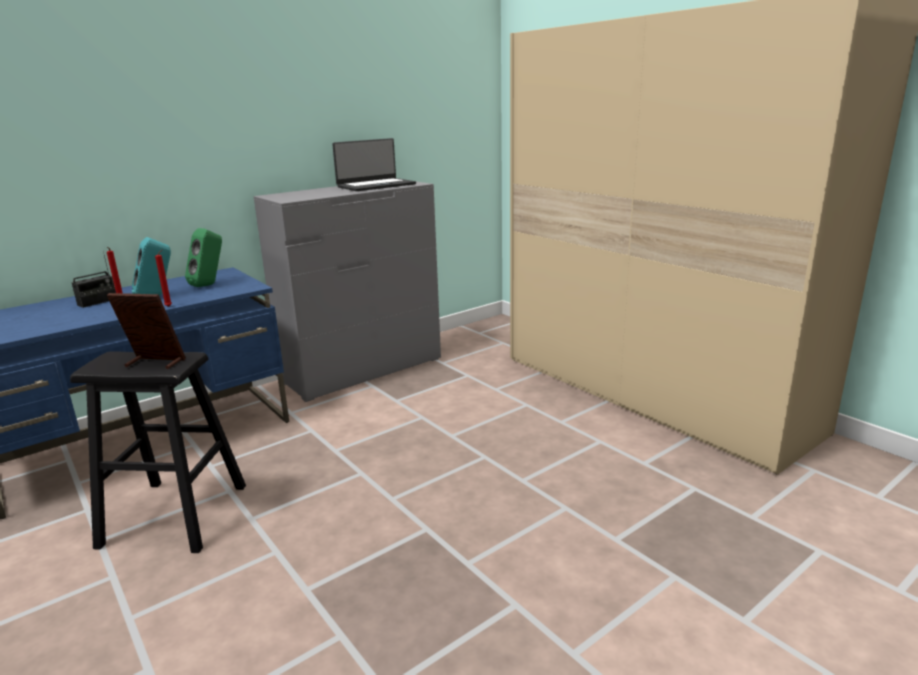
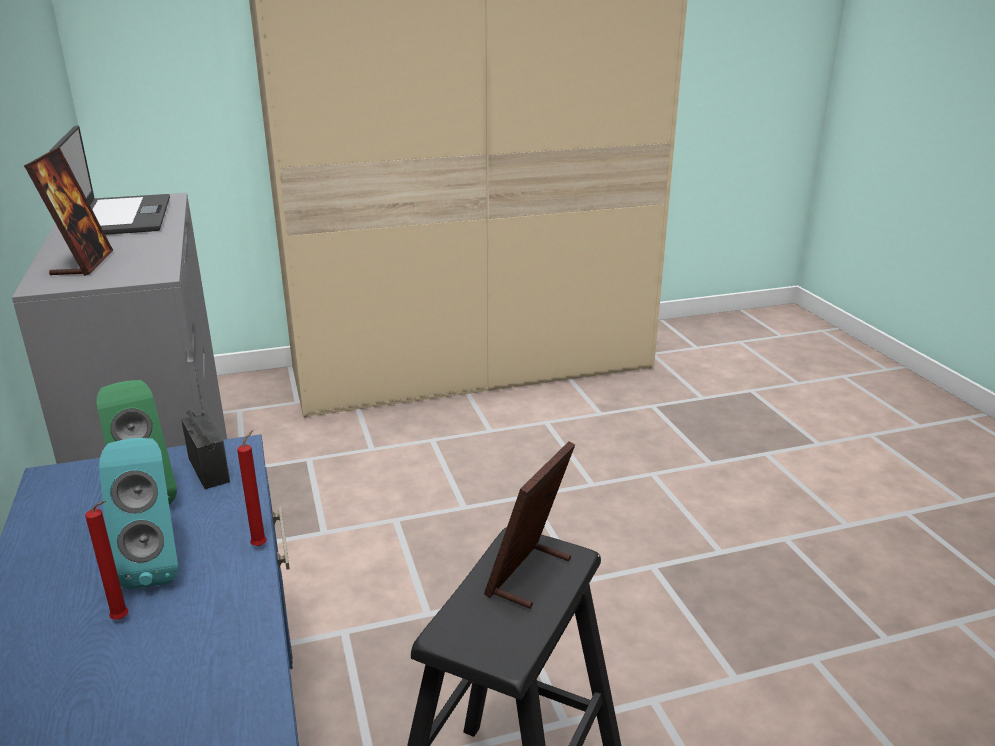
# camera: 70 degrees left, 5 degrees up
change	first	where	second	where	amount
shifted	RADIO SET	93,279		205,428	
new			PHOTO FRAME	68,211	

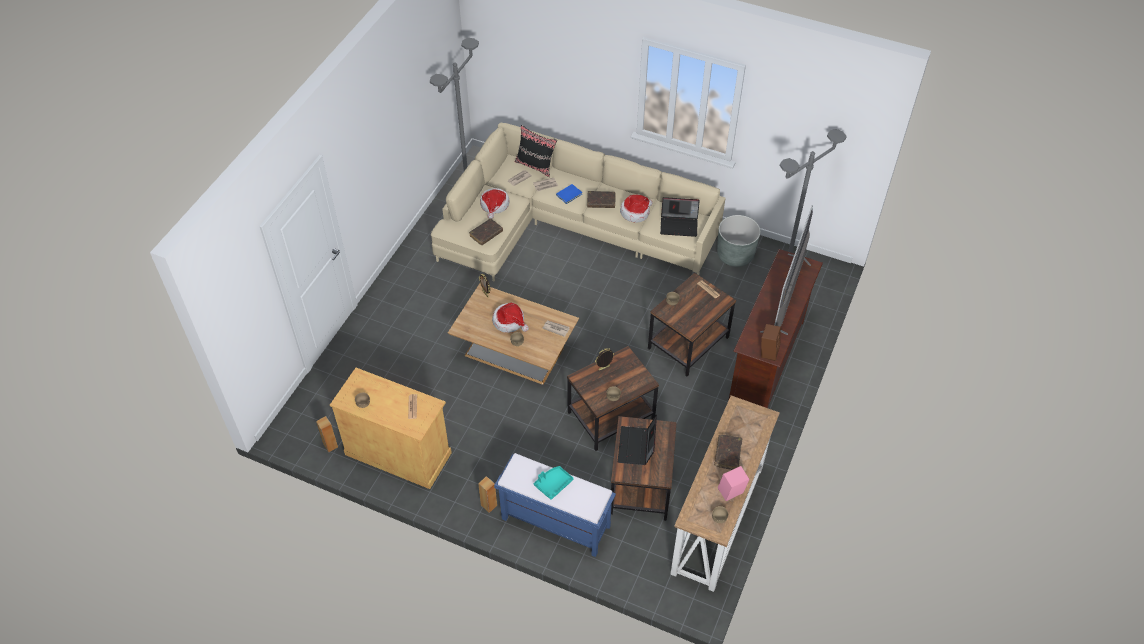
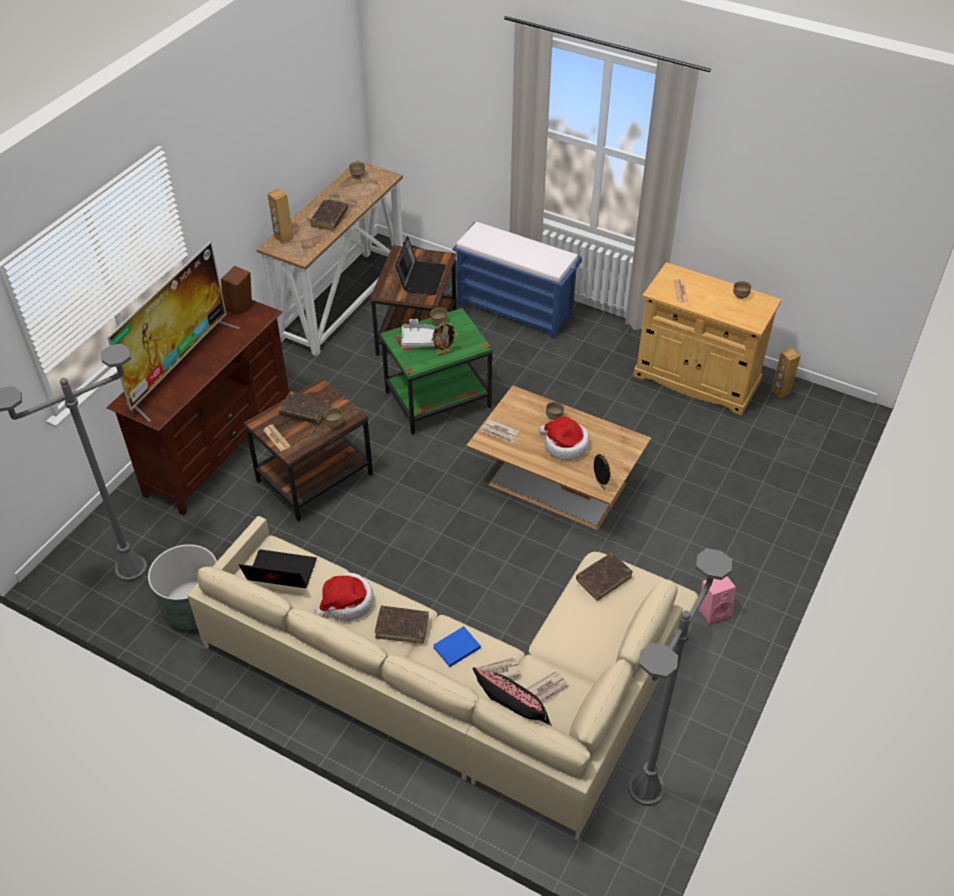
# camera: 175 degrees left, 5 degrees down
change	first	where	second	where	amount
shifted	BROWN LOUDSPEAKER	487,494		280,216	
gone	HAT	495,203			
gone	BLUE-GREEN SERVING TRAY	554,483			
repainted	BROWN SIDE TABLE	613,398	GREENISH SIDE TABLE	436,371	
shifted	PINK LOUDSPEAKER	734,483		717,600	
new			BROWN VOLUME	304,407	
new			GREYISH SERVING TRAY	418,333	

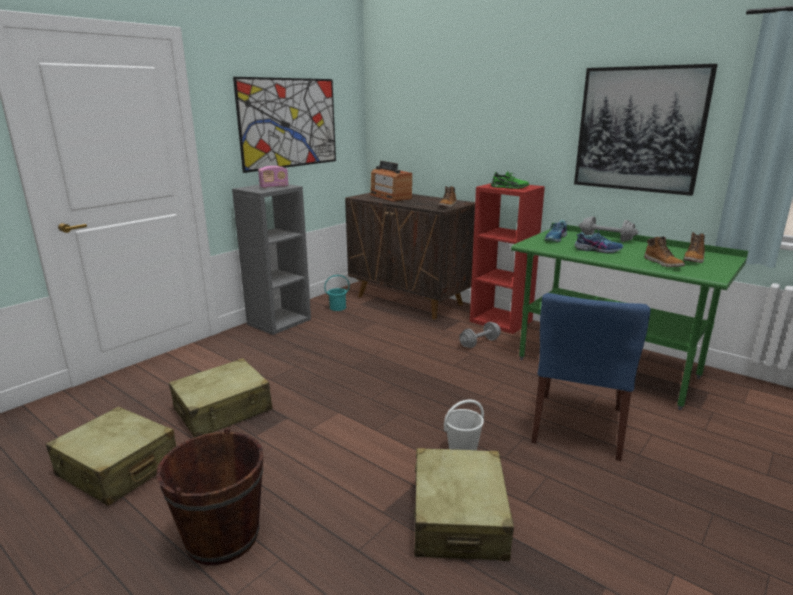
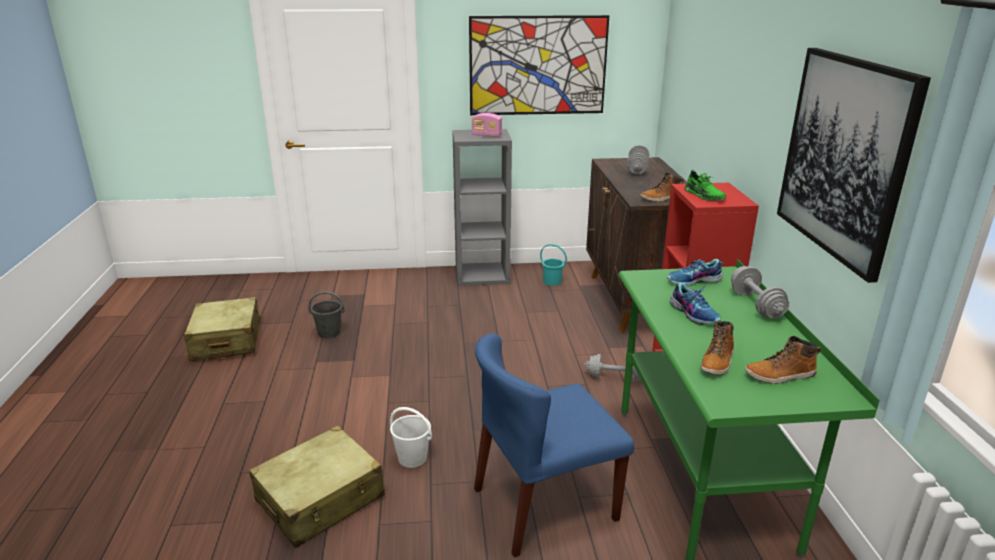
# camera: 45 degrees right, 5 degrees up
change	first	where	second	where	amount
gone	BROWN BUCKET	209,496			
swapped	BEIGE PIECE OF LUGGAGE	221,398	GREYISH BUCKET	326,314	
swapped	RADIO SET	391,181	GREYISH DUMBBELL	638,159	

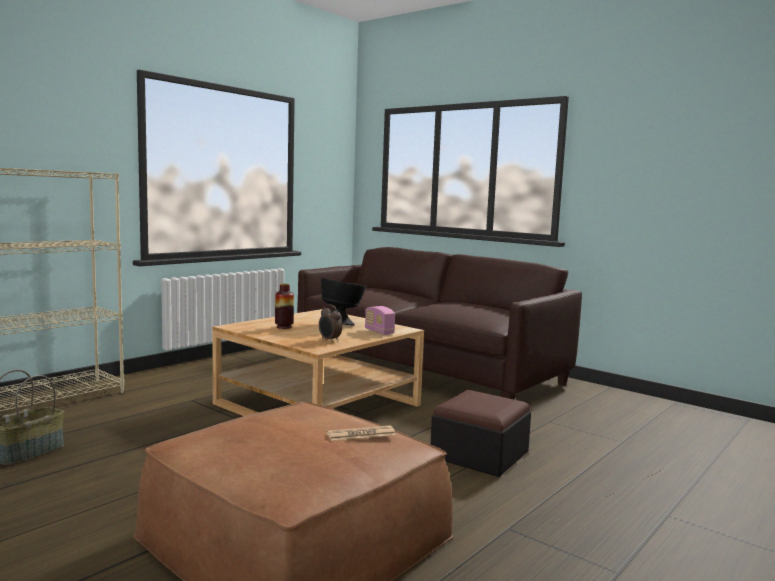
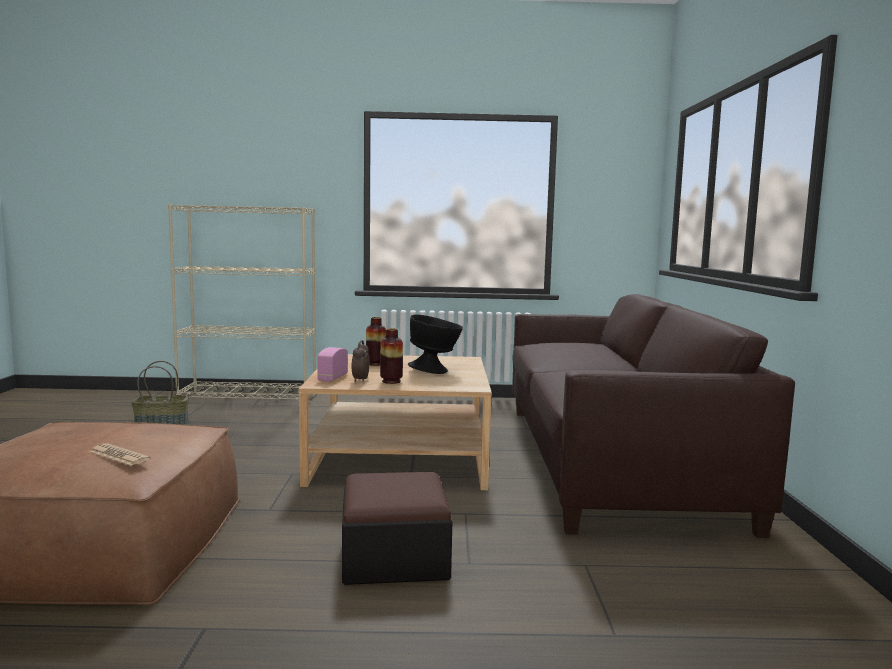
# camera: 50 degrees right, 0 degrees up
change	first	where	second	where	amount
shifted	RADIO SET	380,320		332,364	
new			VASE	391,356	

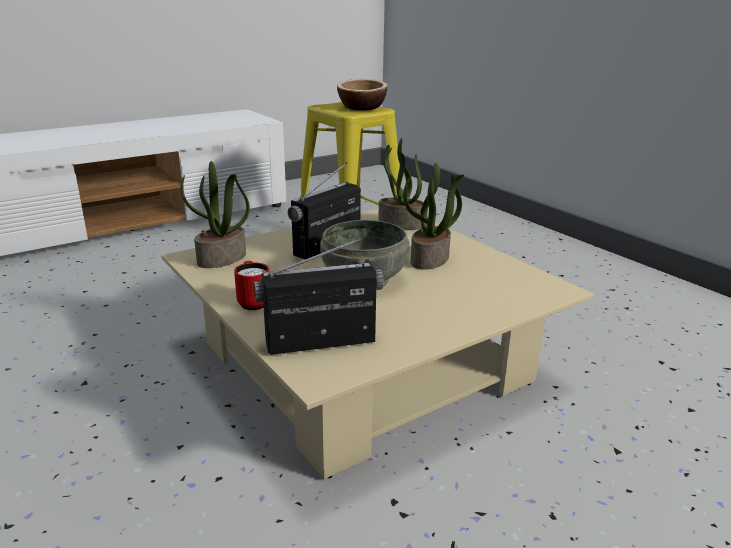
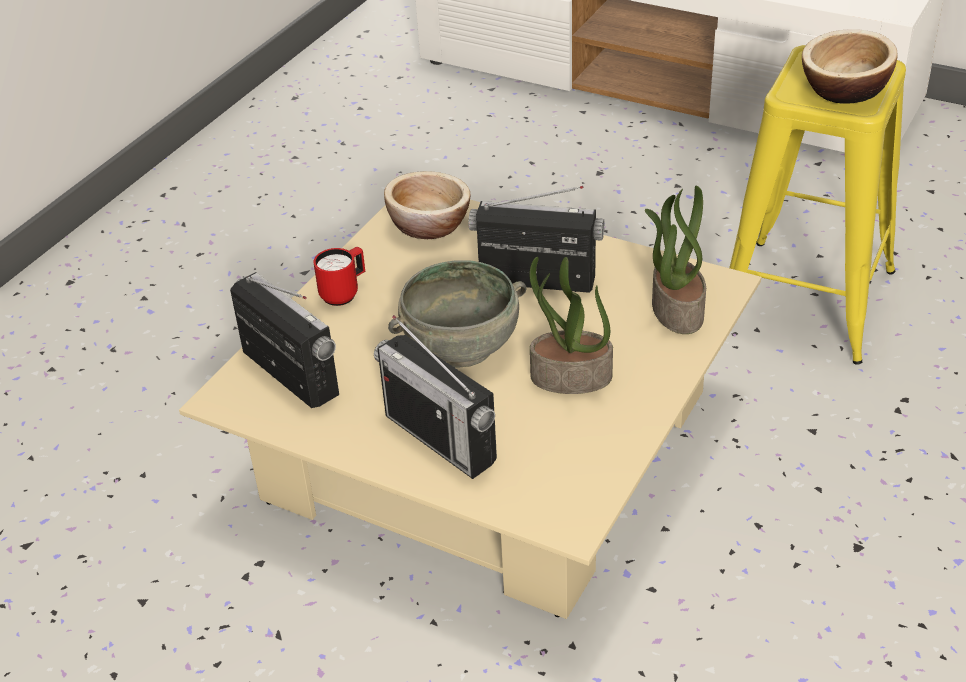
# camera: 65 degrees right, 15 degrees up
change	first	where	second	where	amount
swapped	PLANT IN A POT	215,214	SERVING BOWL	427,205	
new			RADIO SET	435,397	

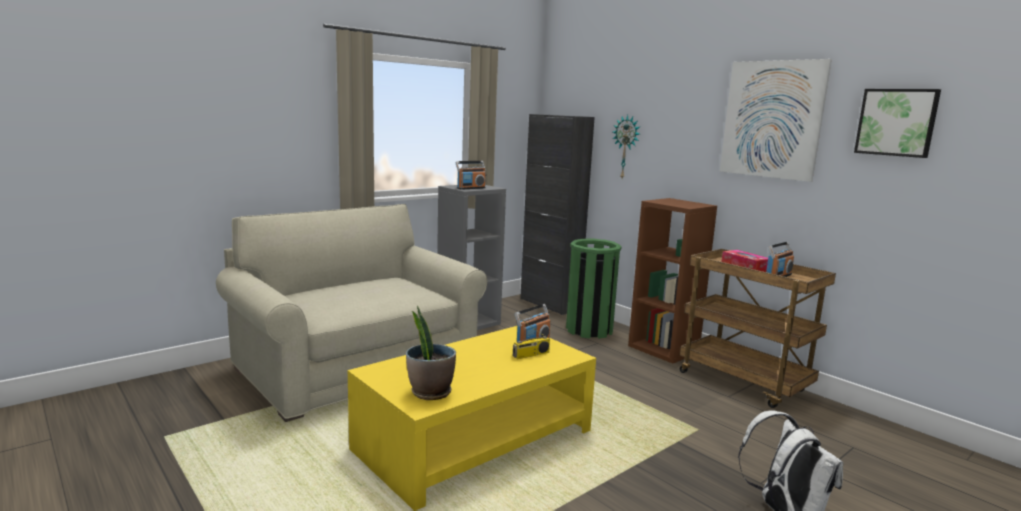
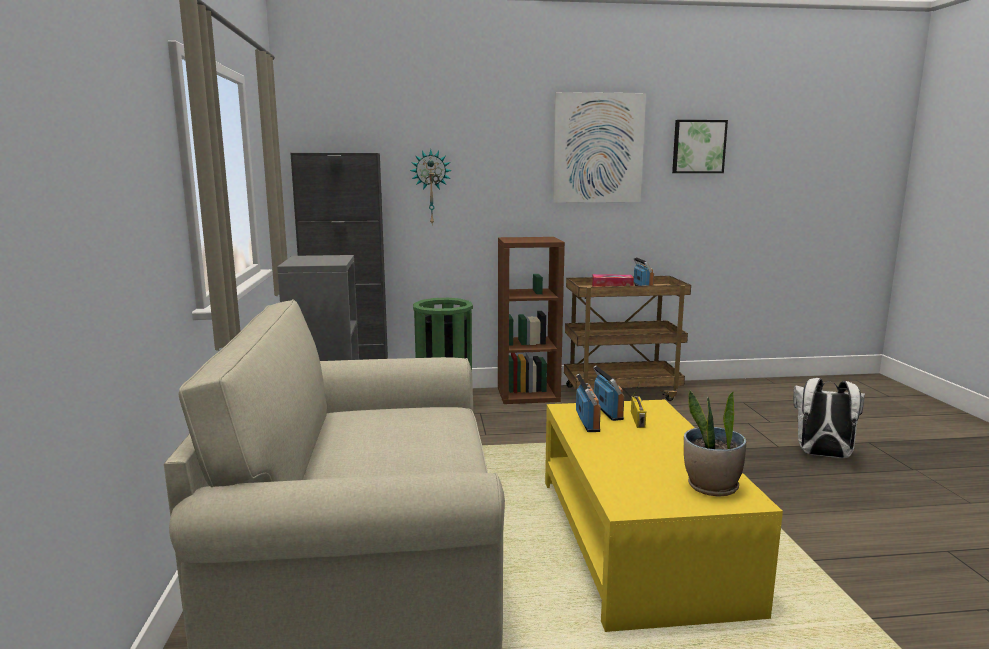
# camera: 55 degrees left, 0 degrees up
change	first	where	second	where	amount
shifted	RADIO SET	471,175		588,403	

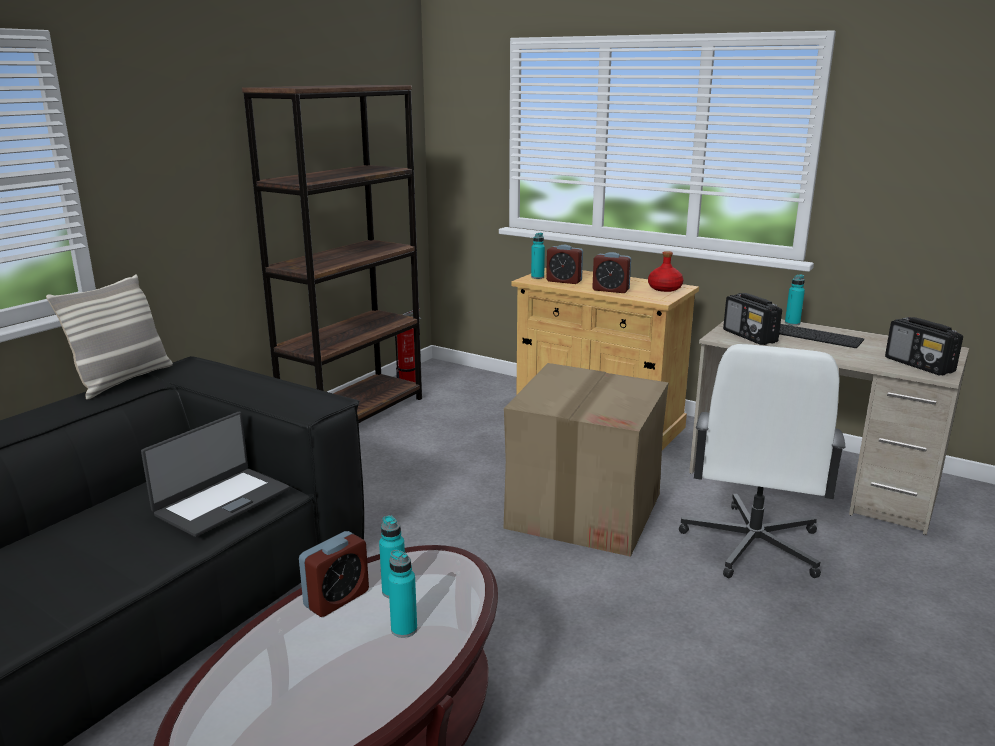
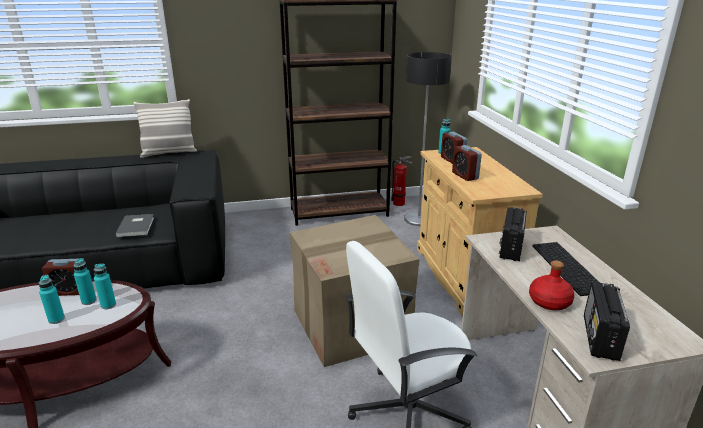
# camera: 45 degrees right, 5 degrees up
change	first	where	second	where	amount
swapped	PORTABLE COMPUTER	215,474	GREYISH VOLUME	134,225	
shifted	RED BEVERAGE BOTTLE	666,271		552,285	
shifted	BLUE-GREEN BEVERAGE BOTTLE	795,300		105,286	
new			STANDING LAMP	428,139	

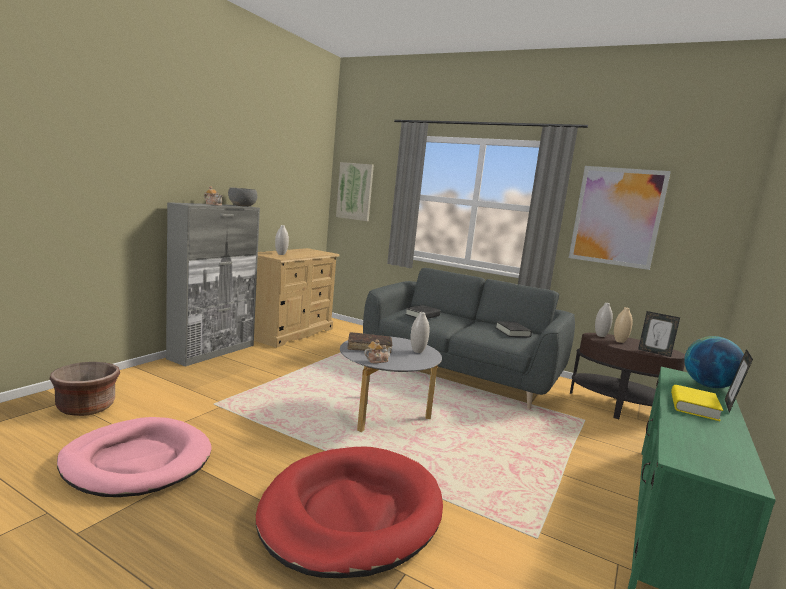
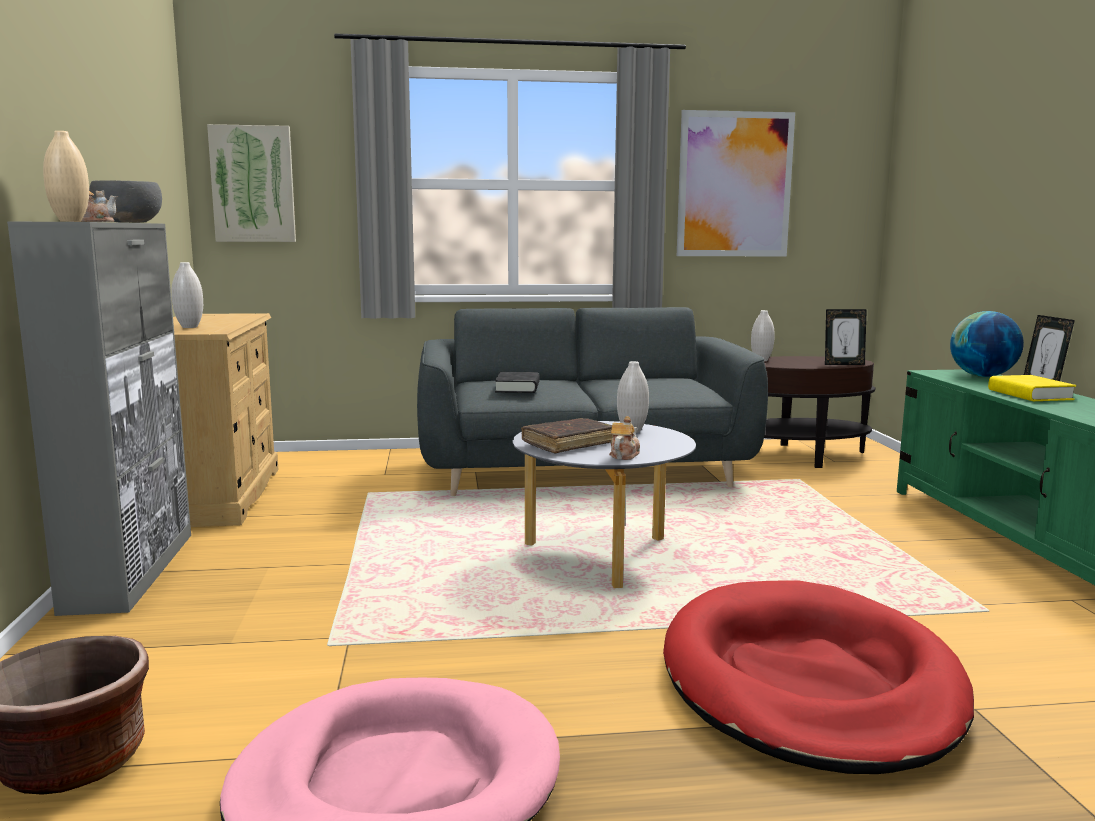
# camera: 35 degrees left, 0 degrees up
change	first	where	second	where	amount
gone	BLACK VOLUME	513,329			
shifted	BEIGE VASE	623,325		66,176	

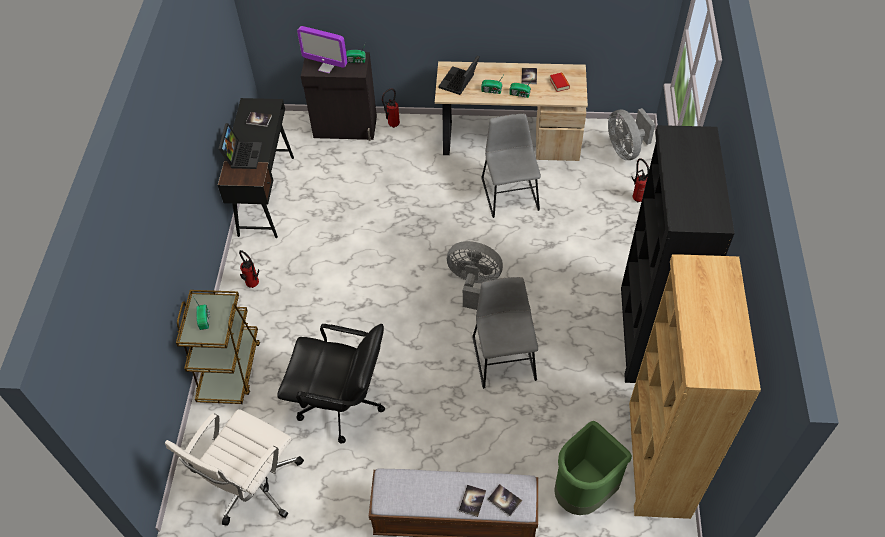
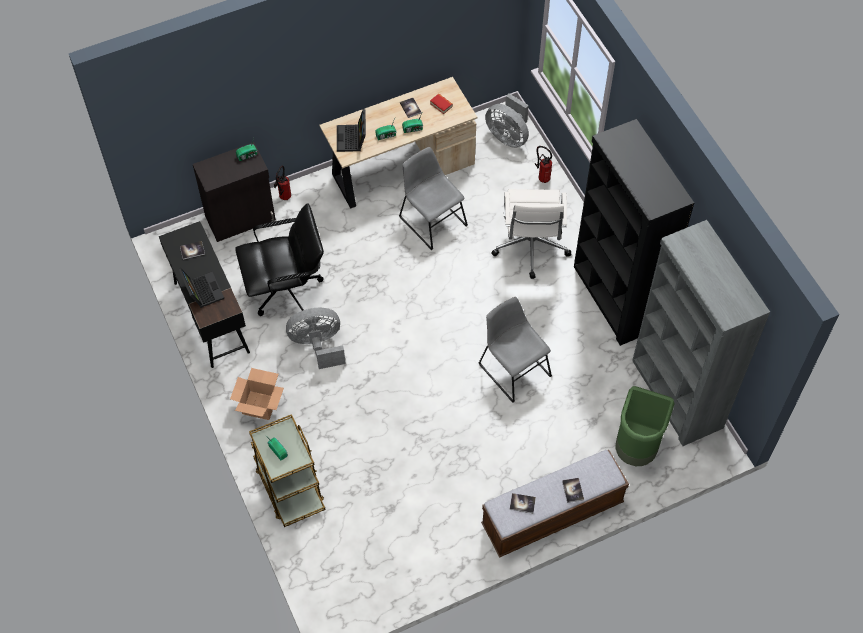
# camera: 30 degrees left, 5 degrees up
change	first	where	second	where	amount
shifted	WHITISH COMPUTER CHAIR	234,467		531,234	
swapped	FIRE-FIGHTING CYLINDER	249,269	CARDBOARD BOX	257,394	
shifted	BLACK COMPUTER CHAIR	331,383		279,259	
gone	COMPUTER DISPLAY	322,49			
shifted	GREYISH FAN	475,275		316,338	
shifted	VOLUME	504,500		522,503	
repainted	BROWN BOOKCASE	695,386	GREYISH BOOKCASE	701,333	

